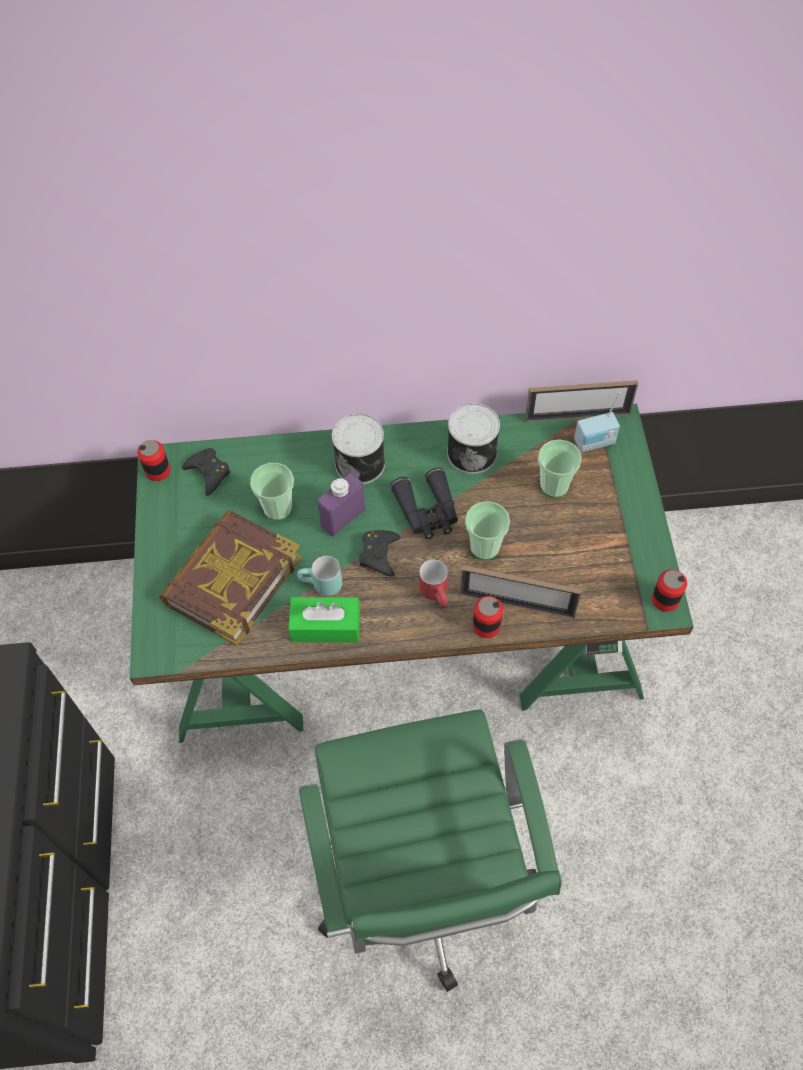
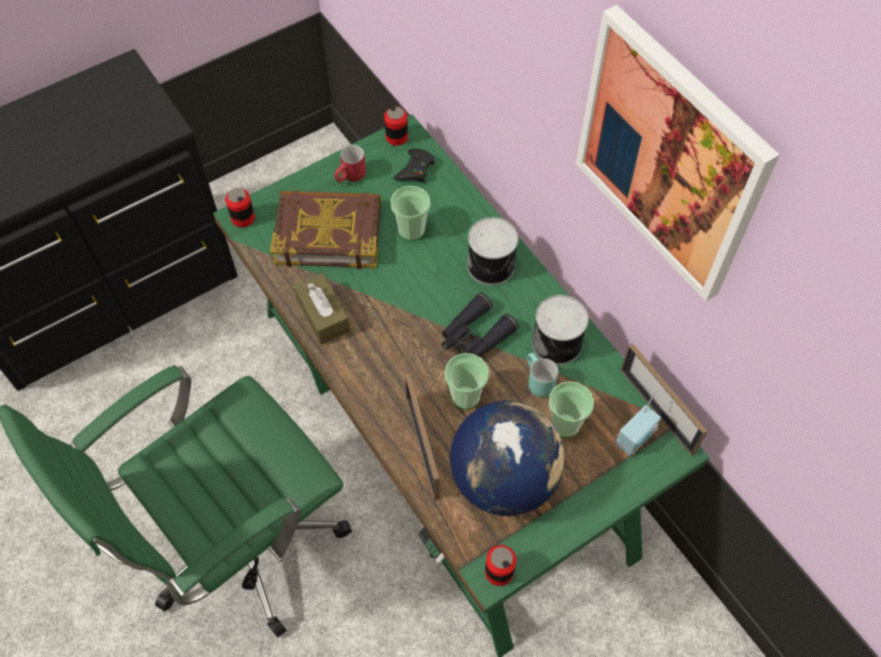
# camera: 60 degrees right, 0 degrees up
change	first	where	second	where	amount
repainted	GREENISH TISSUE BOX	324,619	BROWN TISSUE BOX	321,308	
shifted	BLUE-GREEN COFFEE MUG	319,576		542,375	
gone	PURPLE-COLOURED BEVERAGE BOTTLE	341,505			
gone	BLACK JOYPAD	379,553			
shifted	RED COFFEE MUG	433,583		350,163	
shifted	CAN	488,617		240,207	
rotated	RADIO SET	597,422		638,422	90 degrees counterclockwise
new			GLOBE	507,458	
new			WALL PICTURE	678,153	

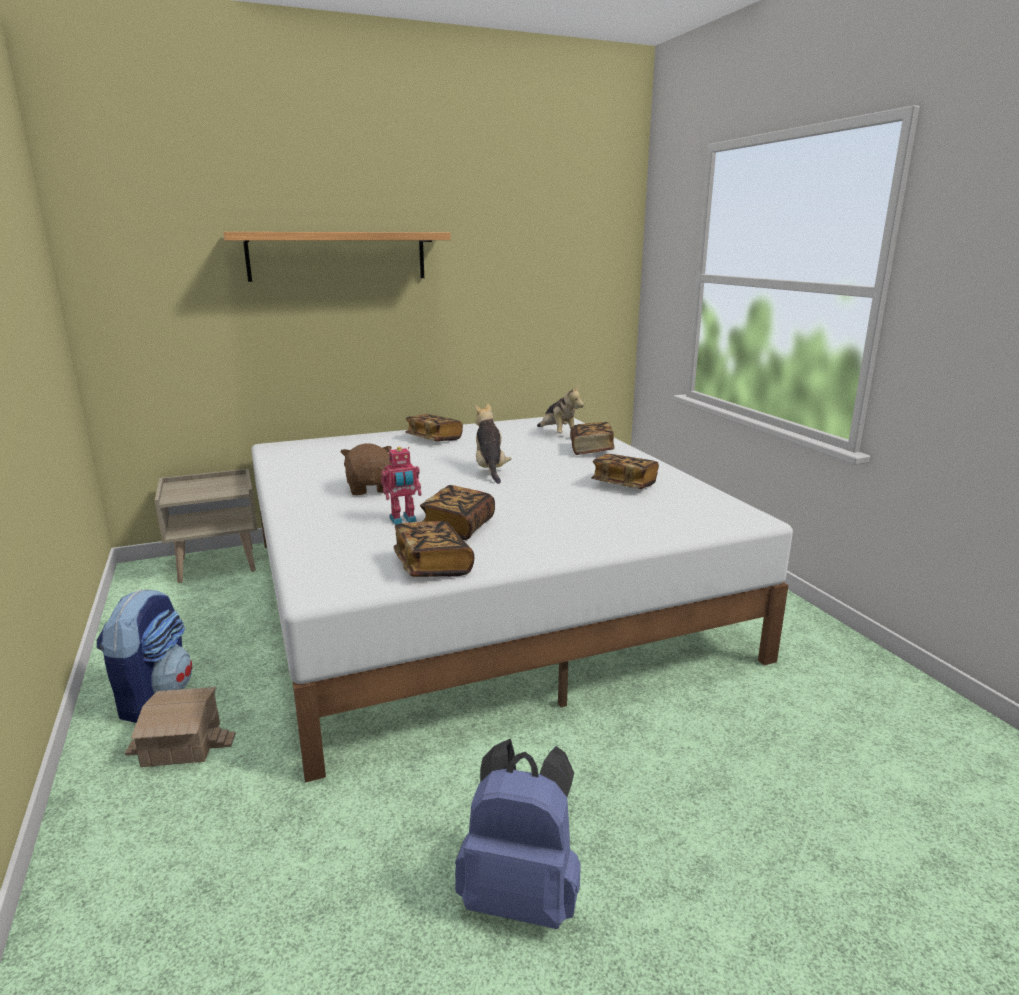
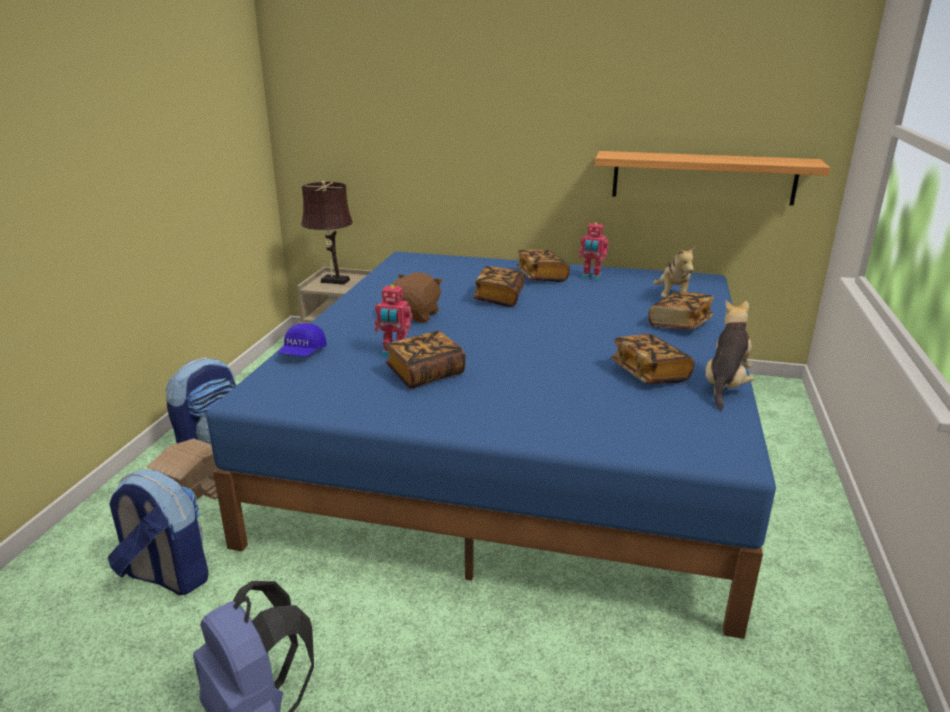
# camera: 35 degrees right, 5 degrees up
change	first	where	second	where	amount
shifted	SHELF	337,257		712,178	
repainted	WHITISH BED	522,600	BLUISH BED	491,445	
shifted	VOLUME	434,549		499,286	
shifted	CUDDLY TOY	493,444		729,355	
new			BACKPACK	158,532	
new			BLUISH CAP	302,339	
new			BROWN LAMP FOR A TABLE	327,233	
new			ROBOT FIGURE	594,251	

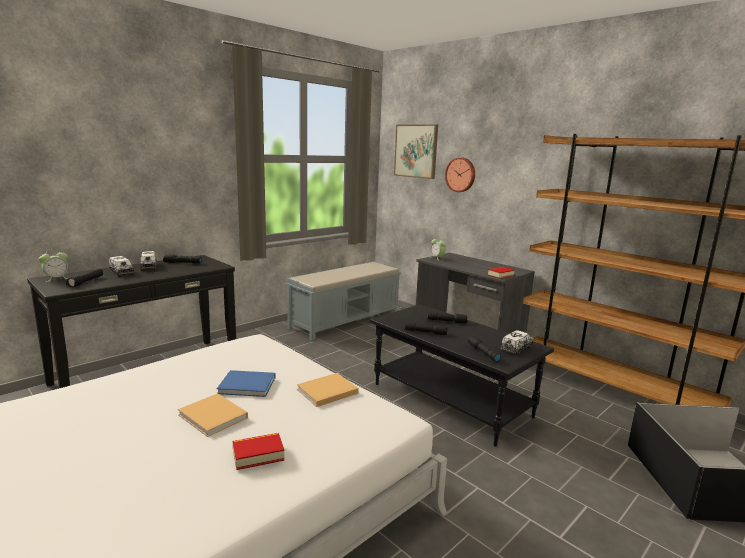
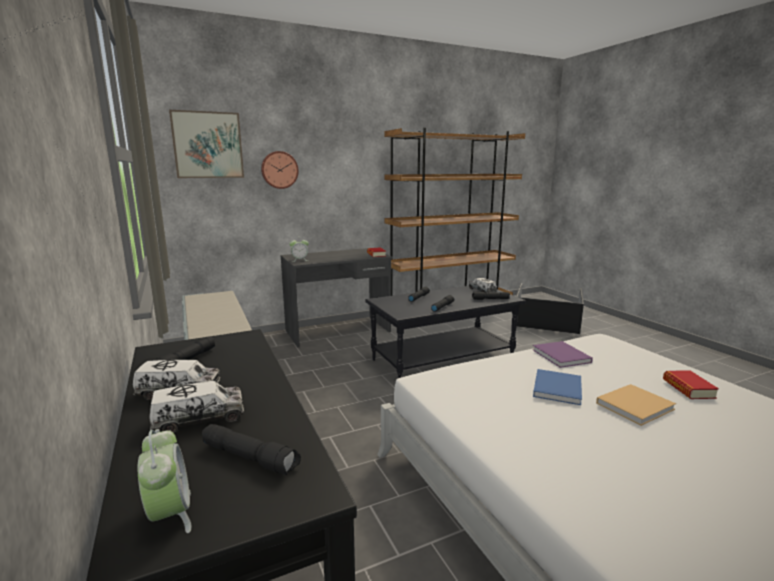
# camera: 70 degrees left, 0 degrees up
change	first	where	second	where	amount
repainted	BEIGE VOLUME	328,390	PURPLE-COLOURED VOLUME	562,354	

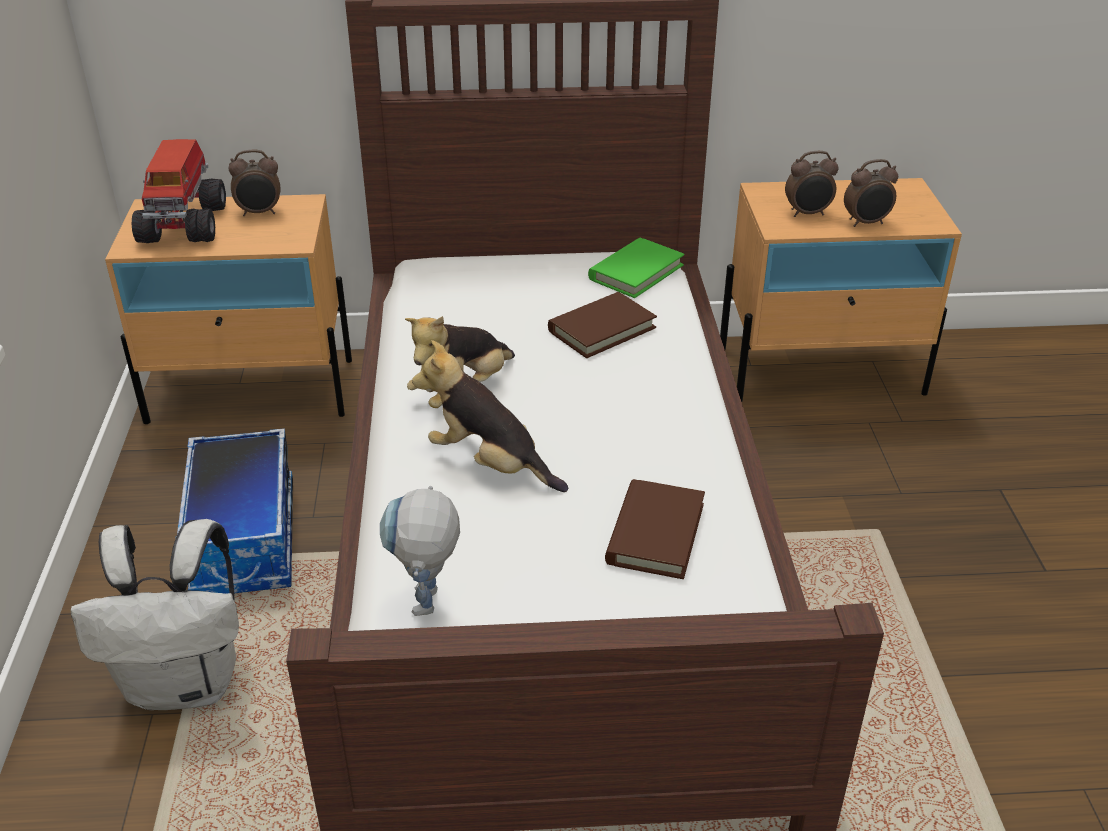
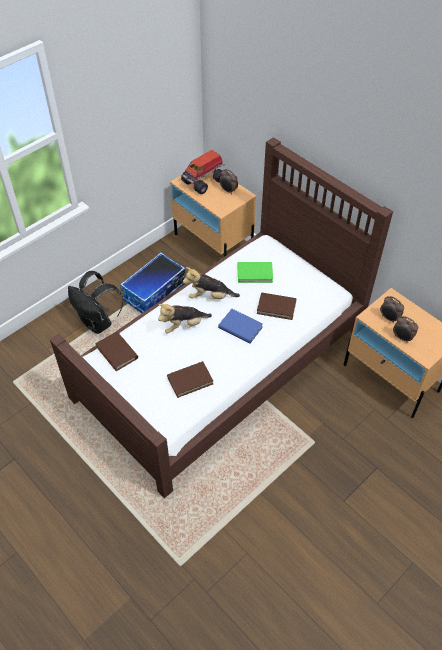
# camera: 50 degrees right, 15 degrees up
change	first	where	second	where	amount
repainted	WHITISH BACKPACK	155,614	BLACK BACKPACK	95,302	
swapped	ROBOT FIGURE	420,551	BROWN VOLUME	116,351	
rotated	CUDDLY TOY	490,416		185,319	105 degrees counterclockwise
shifted	GREENISH VOLUME	636,267		255,272	
new			BLUISH VOLUME	240,326	

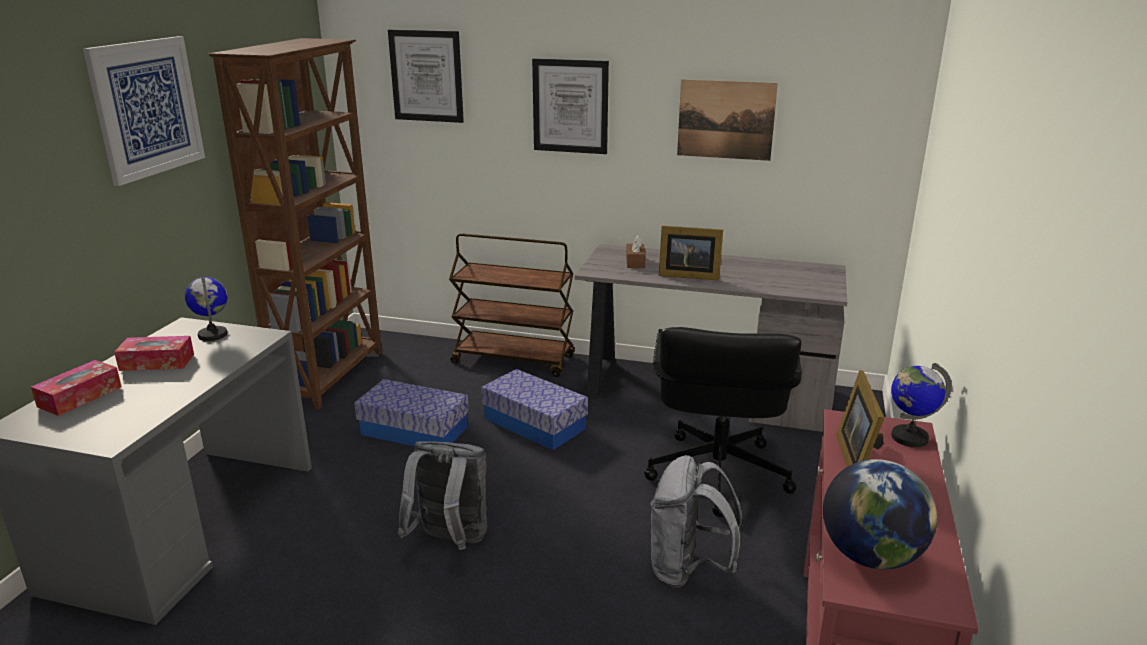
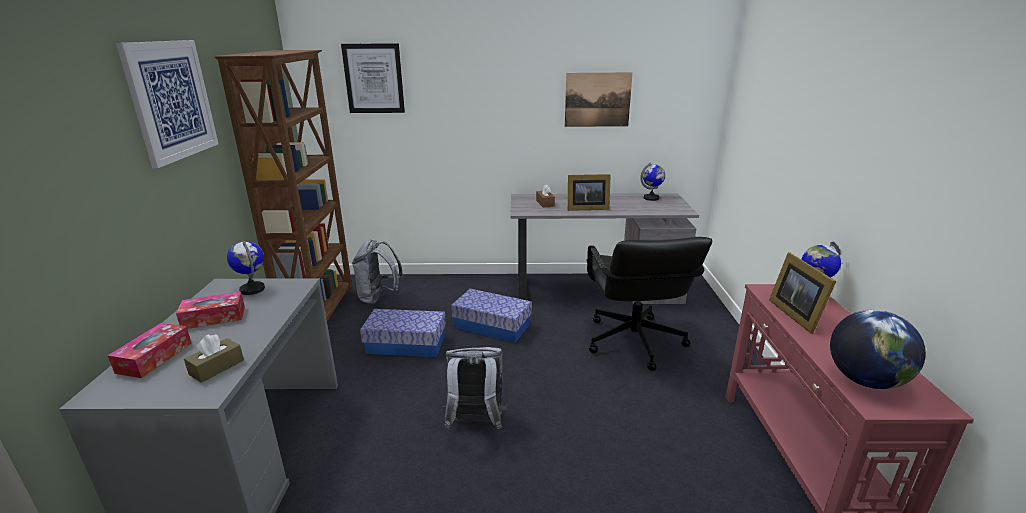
# camera: 15 degrees left, 0 degrees up
change	first	where	second	where	amount
gone	BROWN WHEELED CART	512,305			
gone	WALL PICTURE	570,106			
shifted	GREYISH BACKPACK	696,521		377,272	
new			BROWN TISSUE BOX	214,358	
new			GLOBE	652,181	

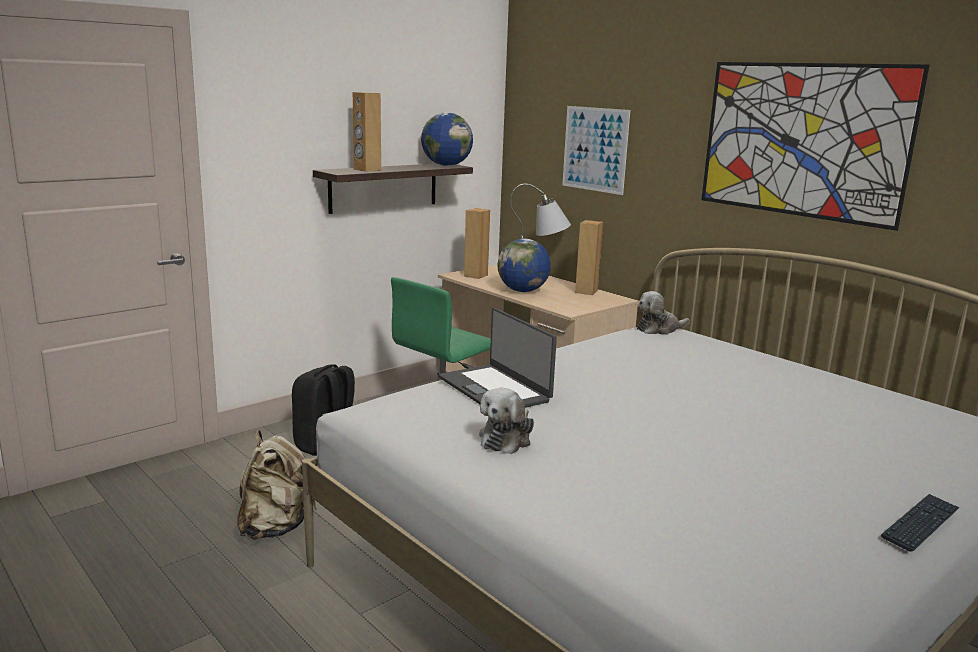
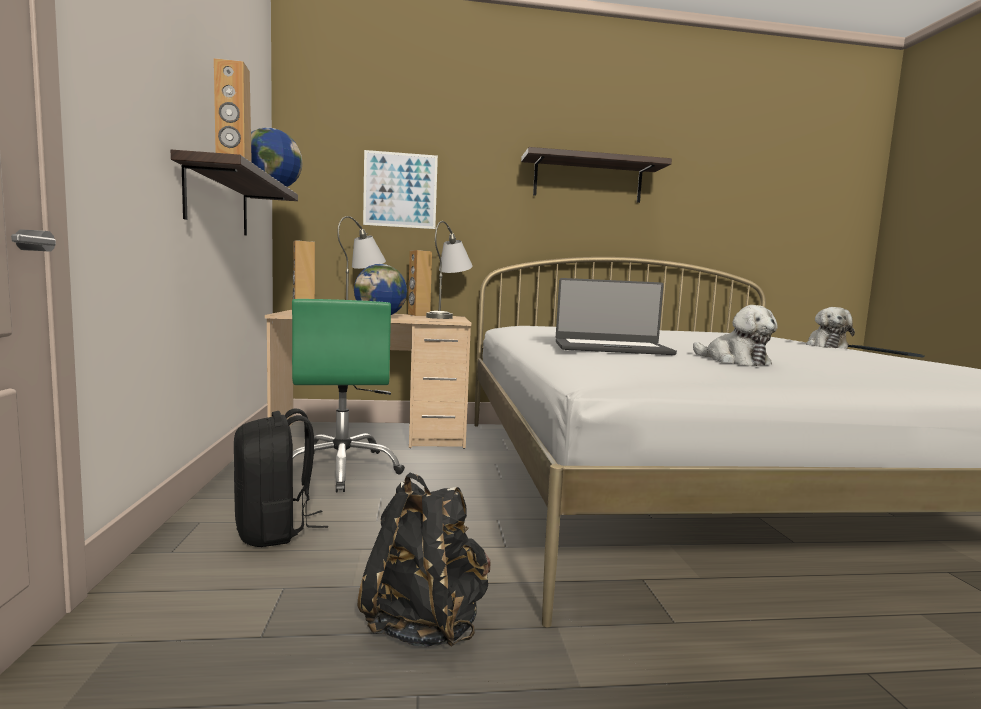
# camera: 55 degrees left, 10 degrees down
change	first	where	second	where	amount
repainted	BEIGE BACKPACK	277,485	BLACK BACKPACK	424,559	
shifted	CUDDLY TOY	663,313		830,328	
swapped	WALL PICTURE	815,146	SHELF	596,175	
new			GREYISH LAMP FOR A TABLE	449,270	

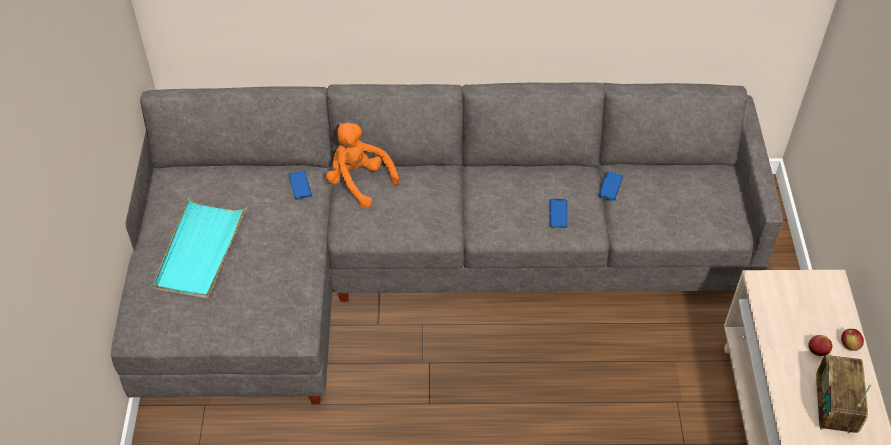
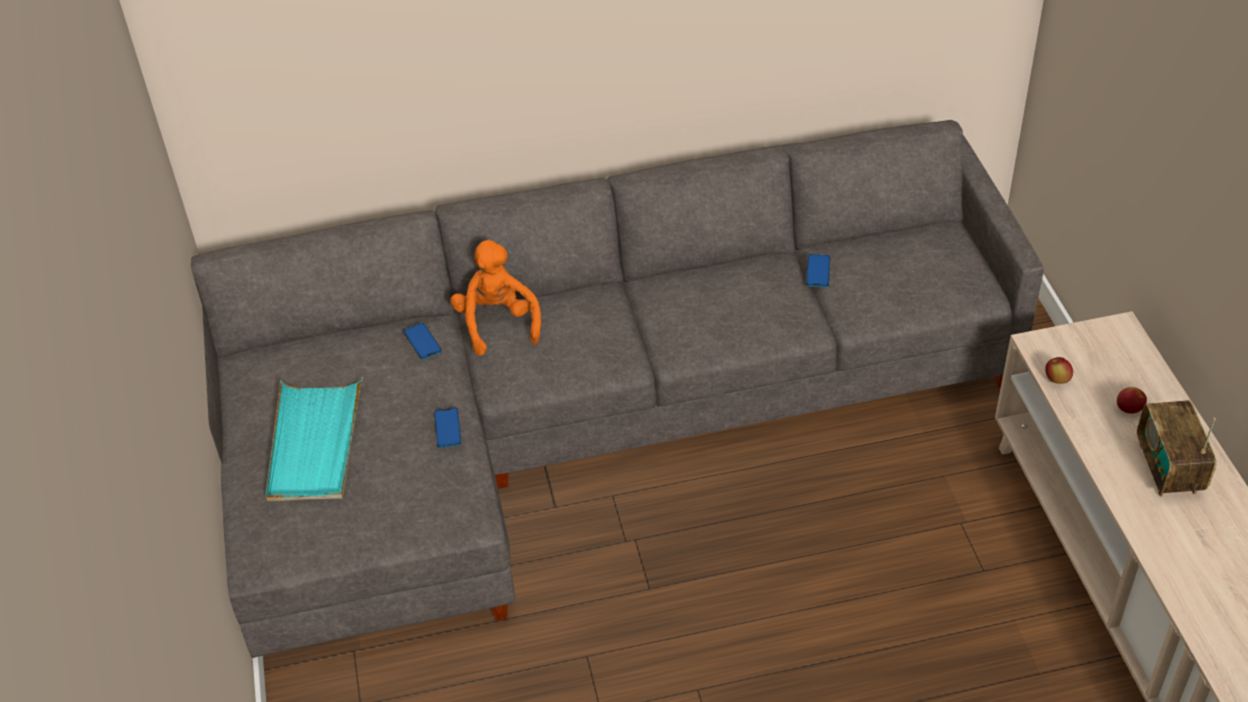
# camera: 10 degrees left, 5 degrees down
change	first	where	second	where	amount
rotated	ORANGE CUDDLY TOY	362,165		495,297	45 degrees clockwise
shifted	HANDSET	558,213		448,427	
shifted	APPLE	852,340		1059,370	

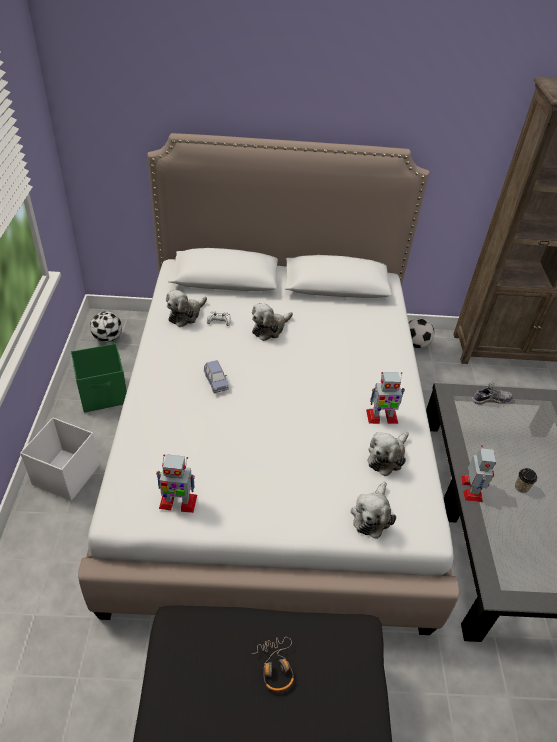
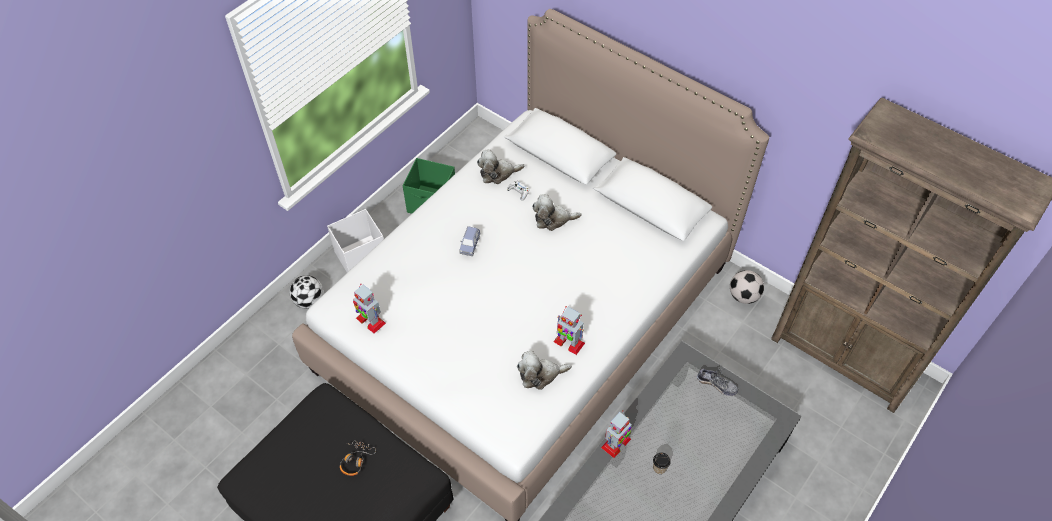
# camera: 40 degrees right, 10 degrees up
change	first	where	second	where	amount
shifted	FOOTBALL	106,326		306,292	
gone	CUDDLY TOY	373,510			

